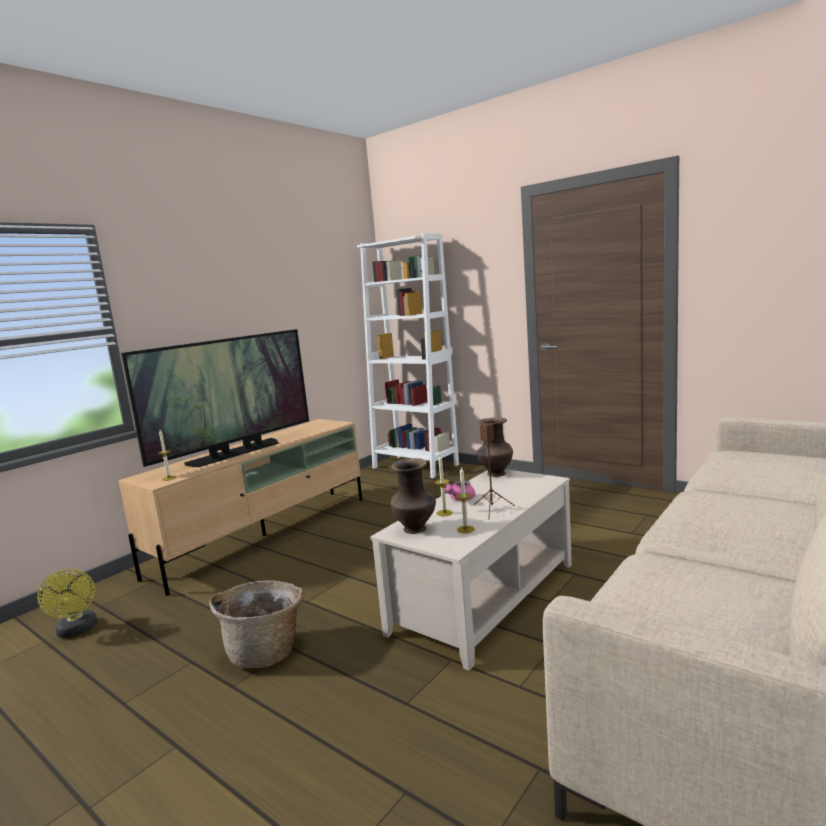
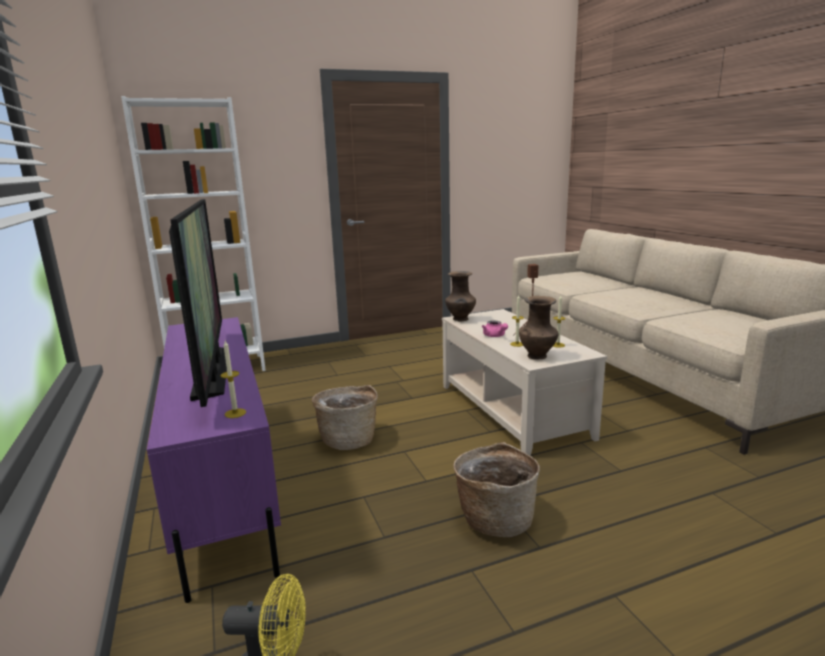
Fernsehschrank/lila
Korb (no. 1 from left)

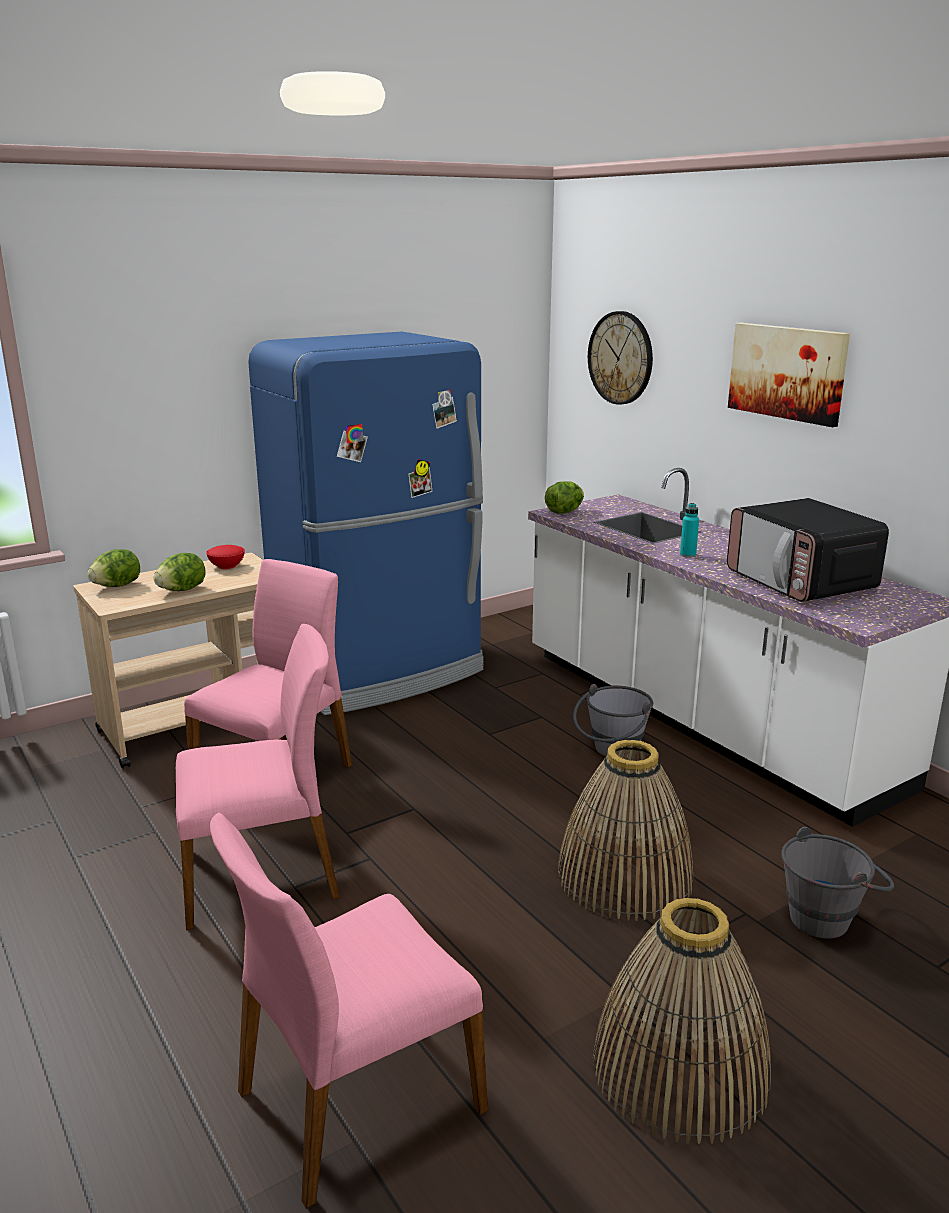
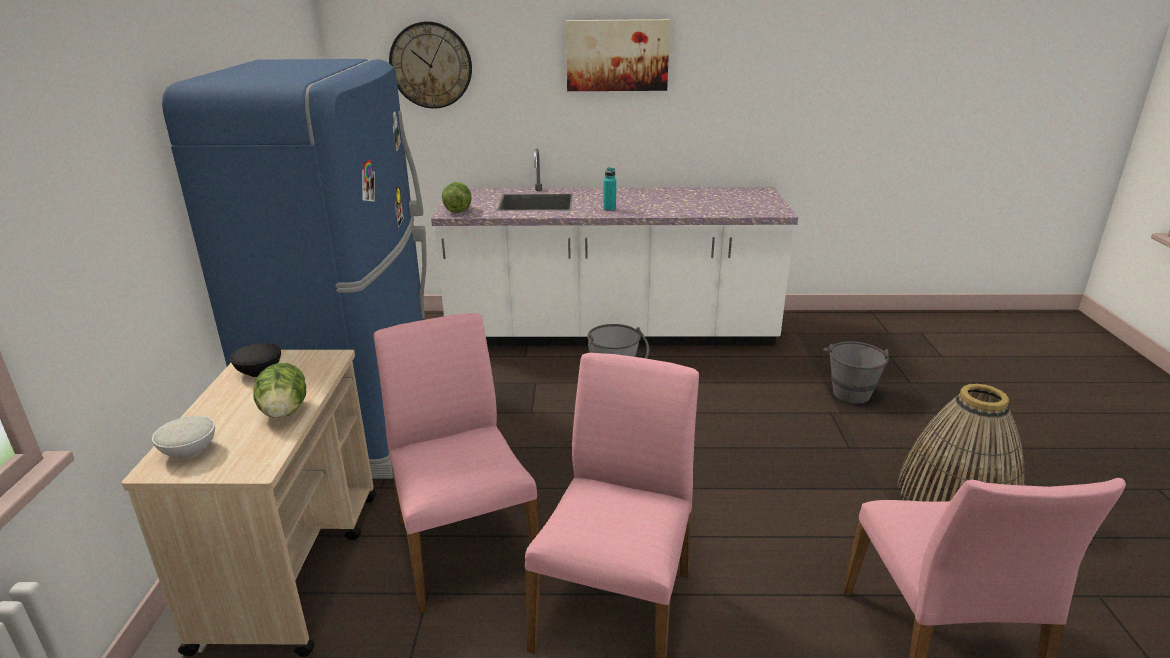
Mikrowelle
Schüssel/schwarz
Schüssel/weiß
Korb (no. 1 from left in the first image)

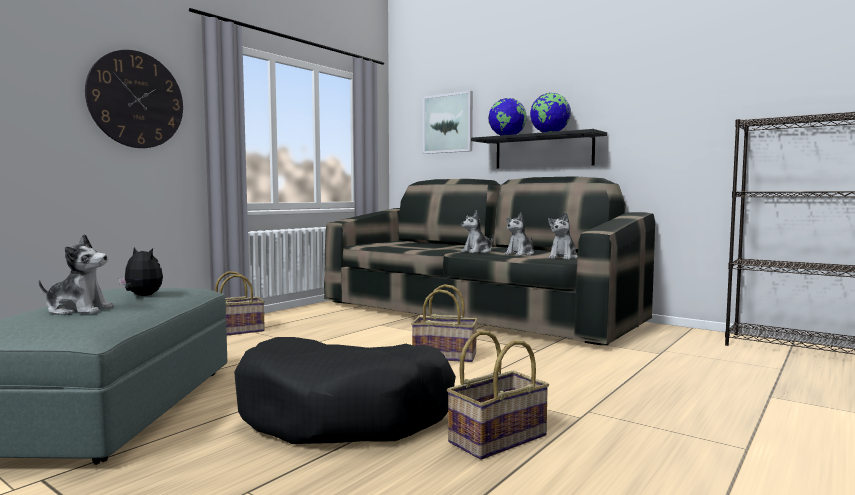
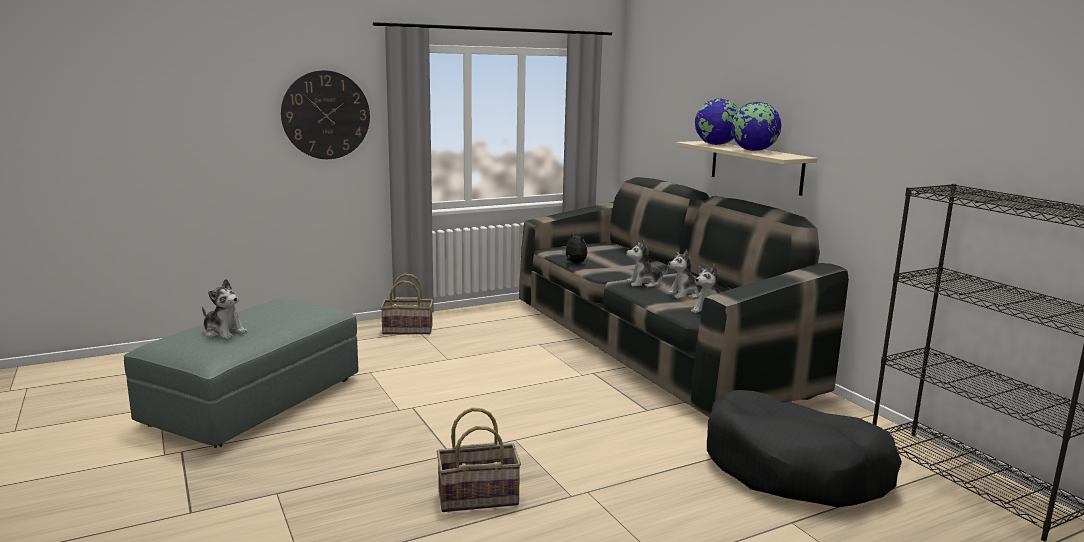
Bild
Wandregal/beige
Plüschtier (no. 2 from left)
Korb (no. 2 from left in the first image)
Hundebett/schwarz

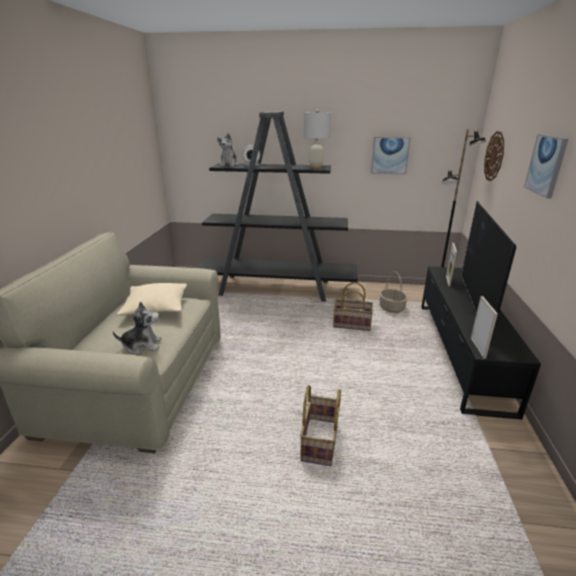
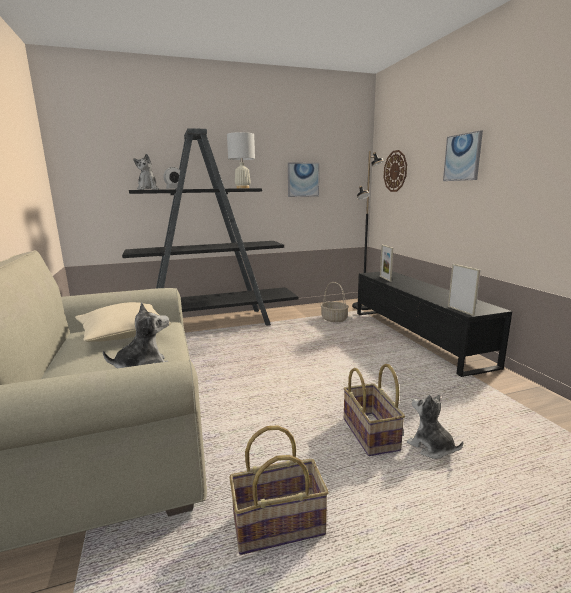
Fernseher
Korb (no. 1 from left)
Plüschtier (no. 3 from left)

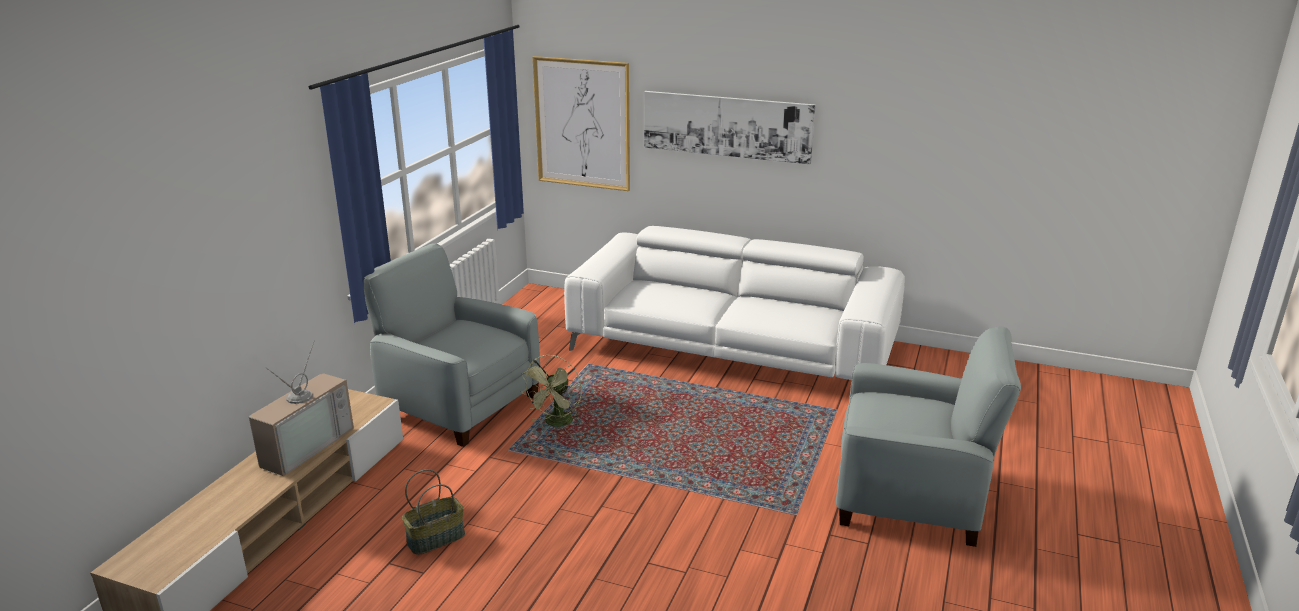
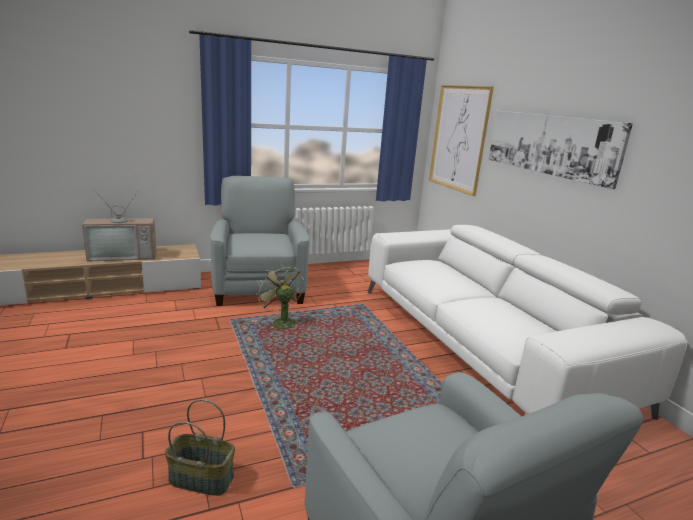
Ventilator/grün
Korb

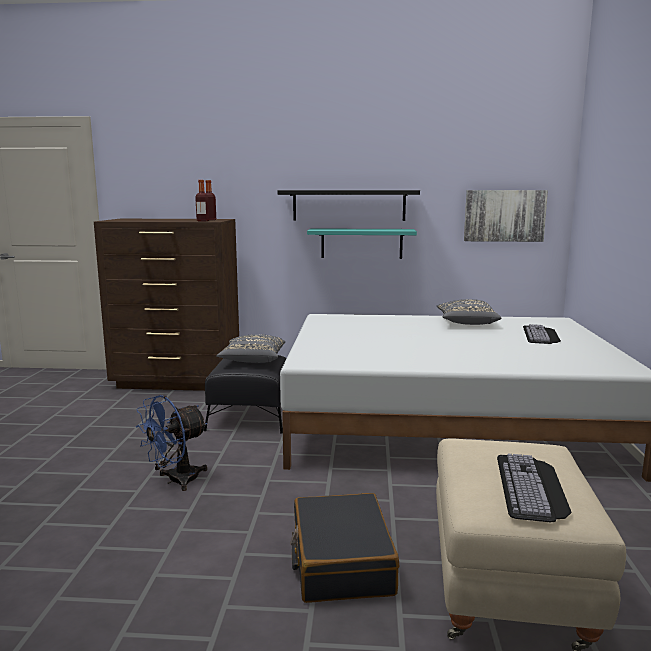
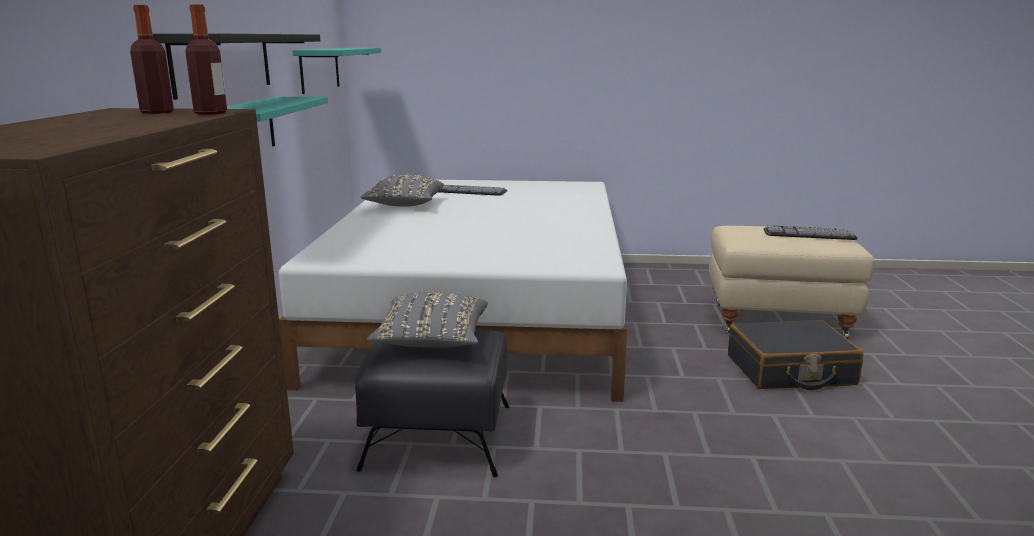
Wandregal/türkis (no. 2 from left)
Ventilator/blau

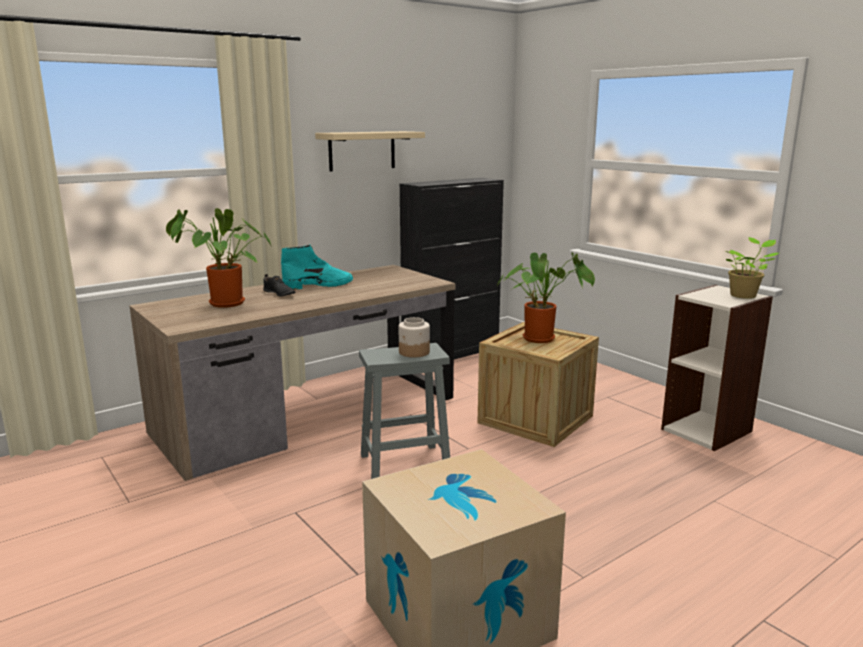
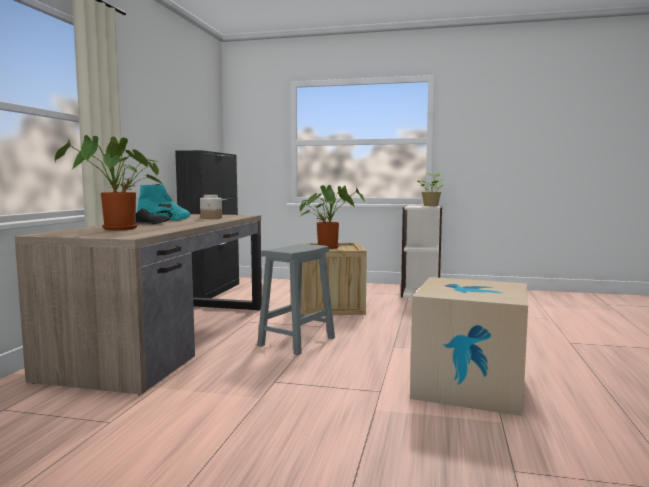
Wandregal/beige
Vorratsglas

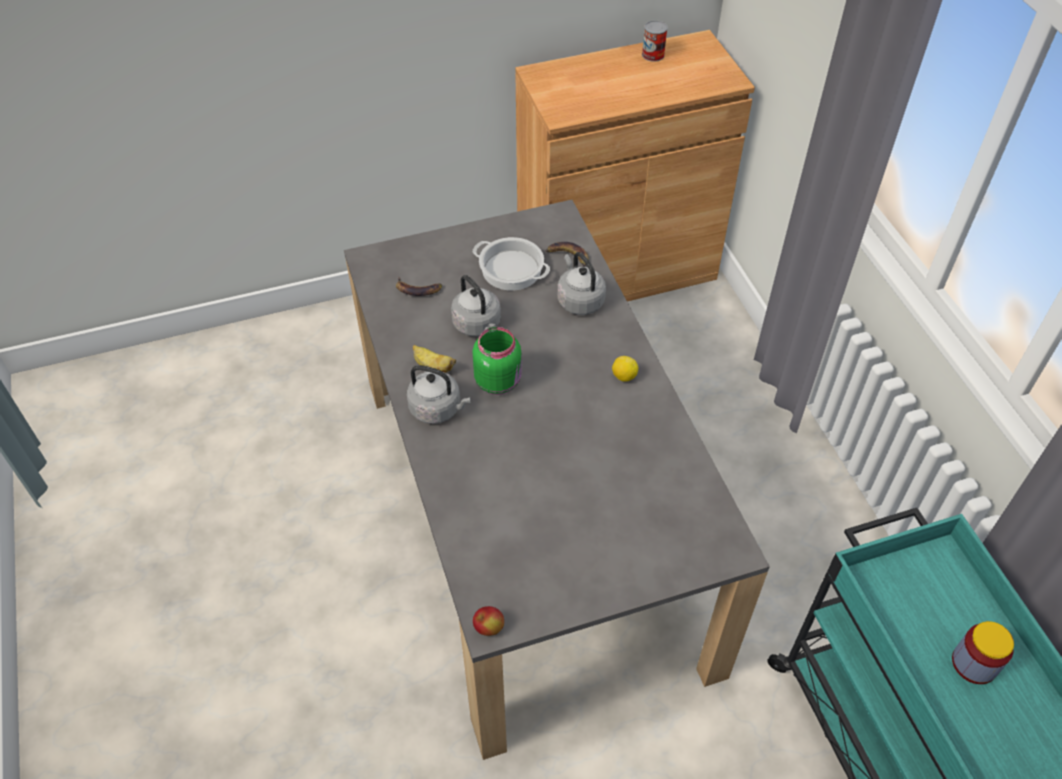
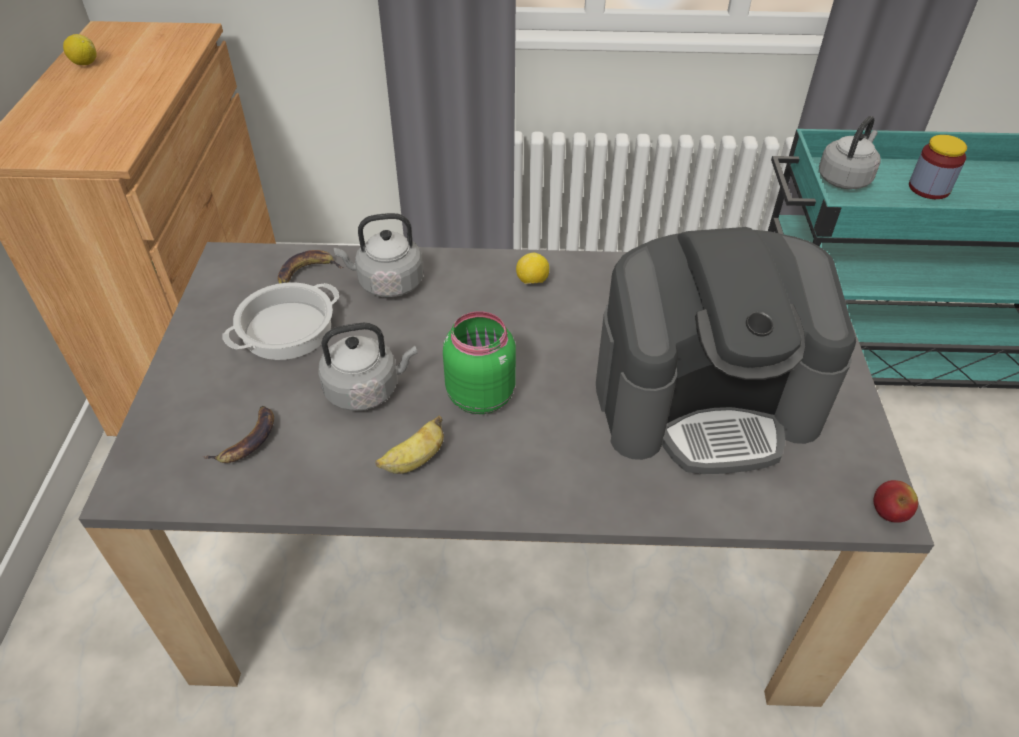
Zitrone (no. 1 from left)
Wasserkessel/grau (no. 3 from left)
Kaffeemaschine

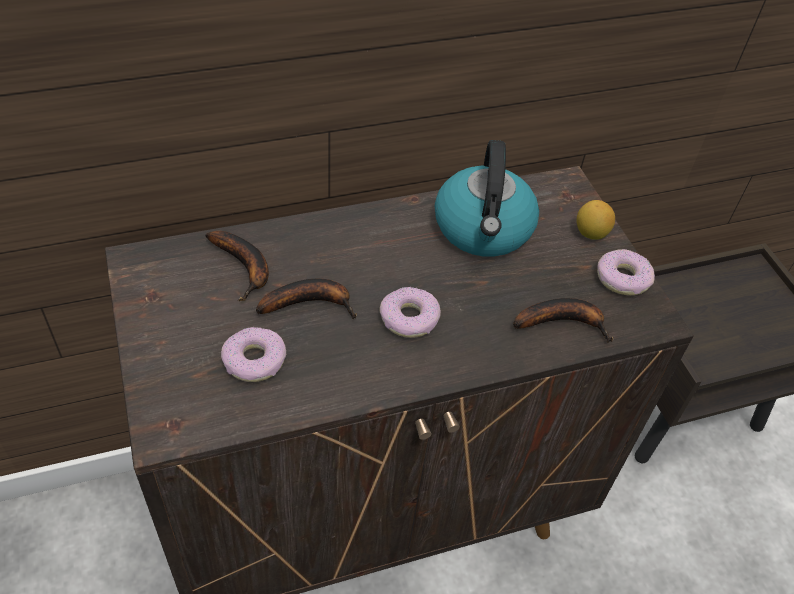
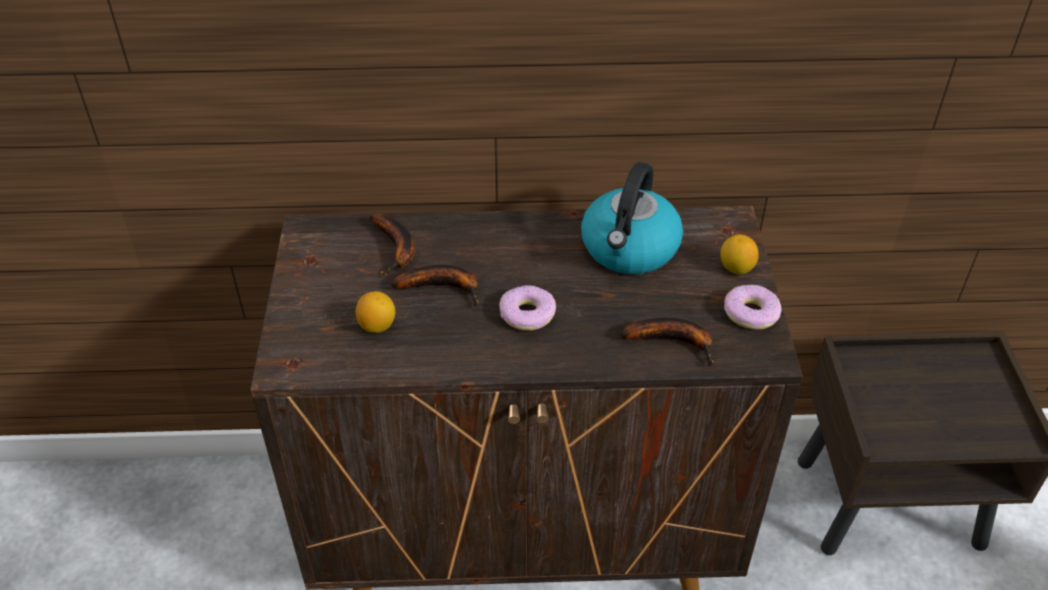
Zitrone (no. 1 from left)

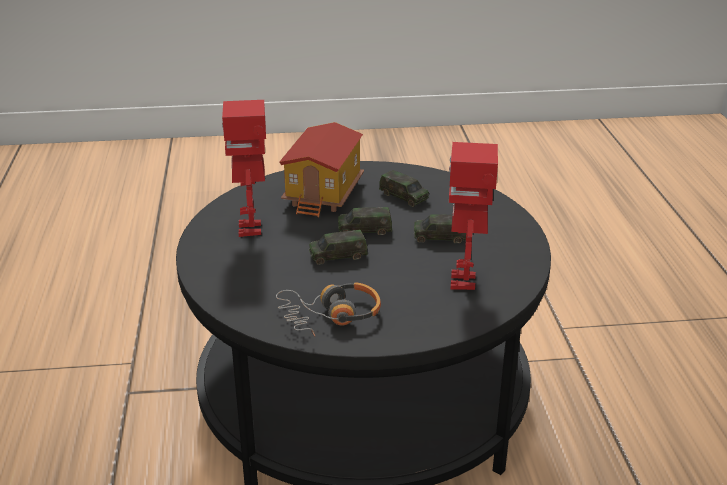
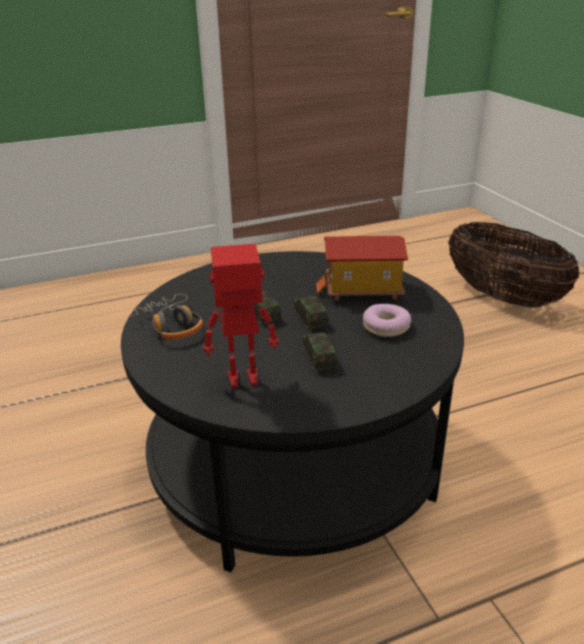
Spielzeugroboter (no. 1 from left in the first image)
Donut
Korb

